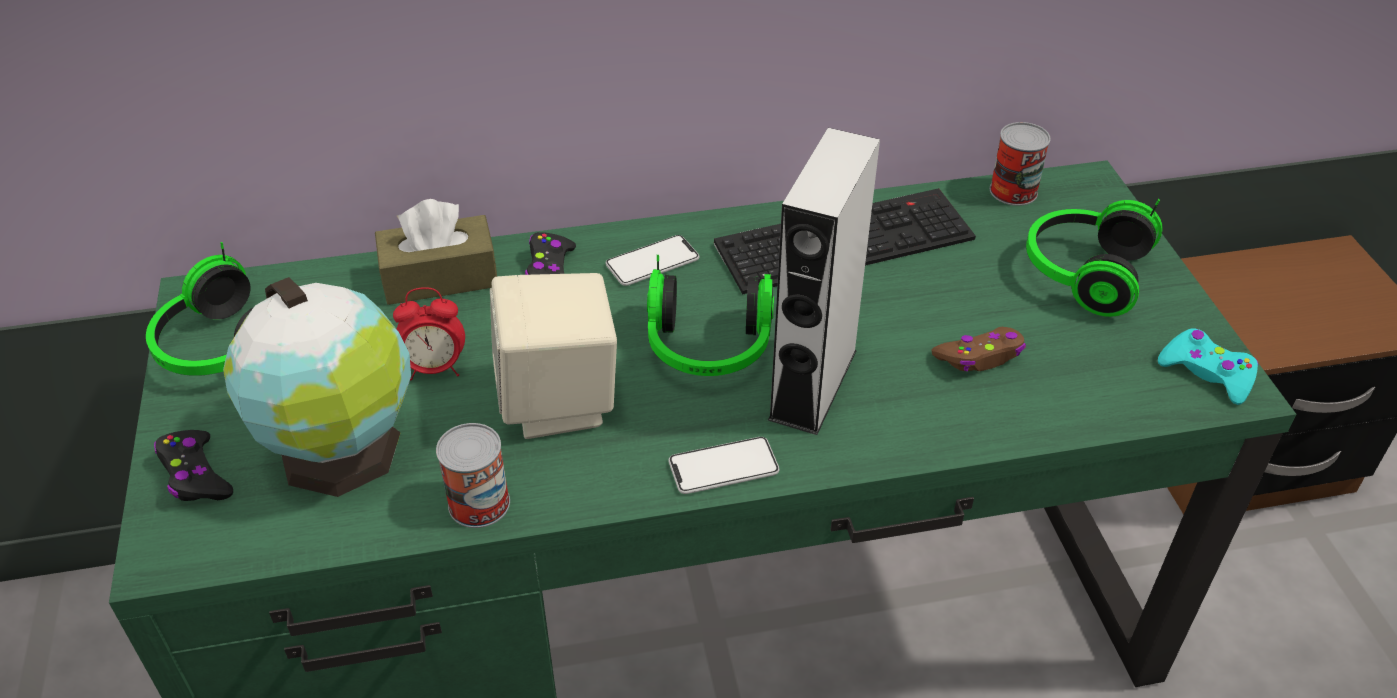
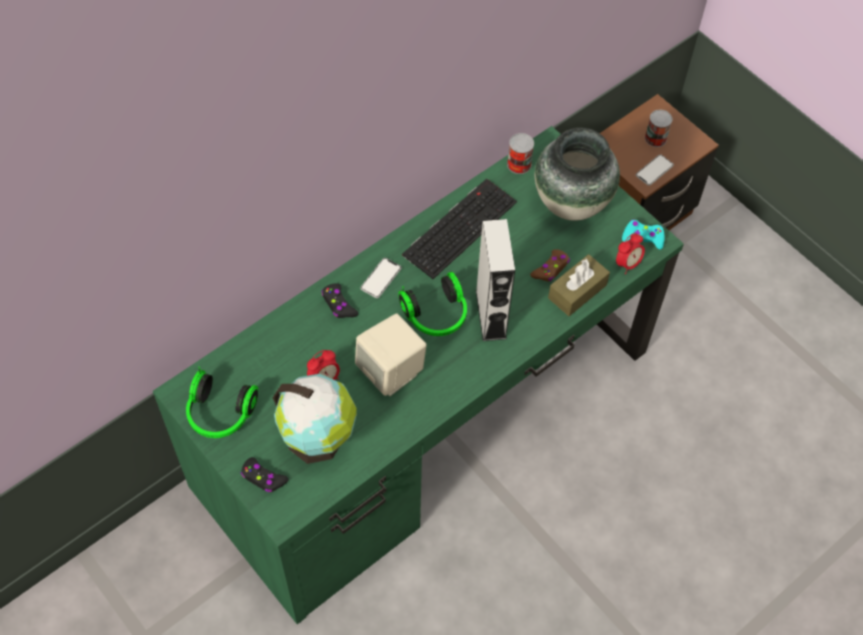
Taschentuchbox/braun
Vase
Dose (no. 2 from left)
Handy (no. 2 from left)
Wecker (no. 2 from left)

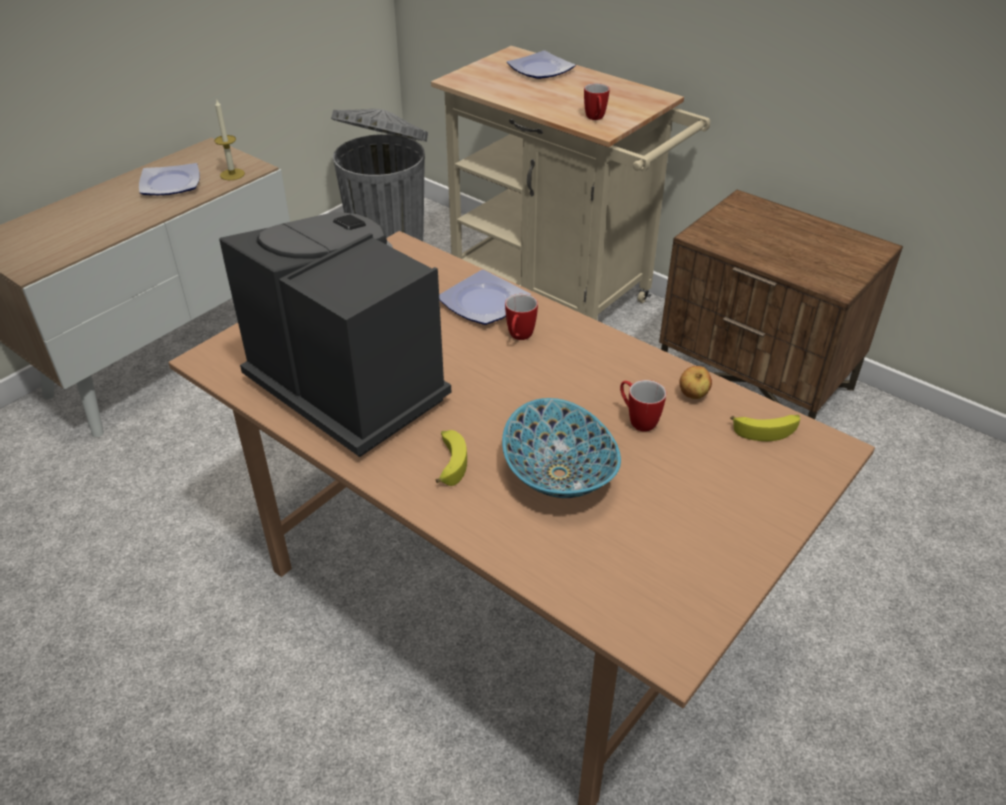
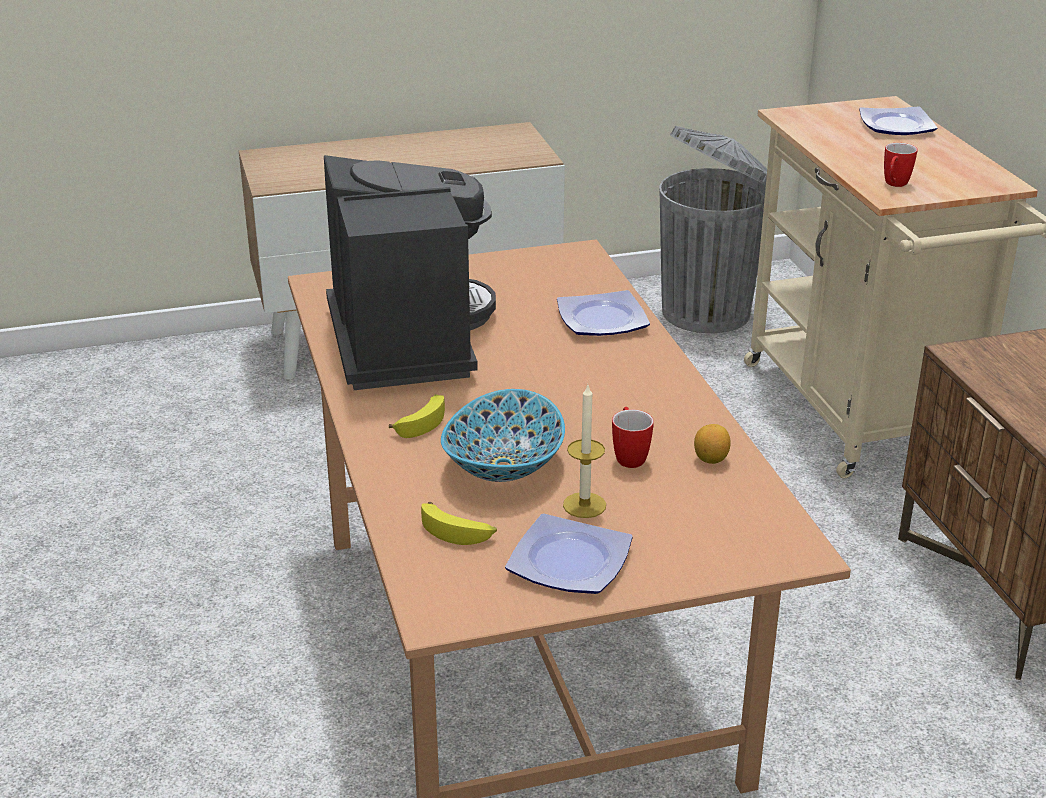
Kerze
Teller (no. 1 from left)
Henkelbecher (no. 1 from left in the first image)
Zitrone
Banane (no. 2 from left)

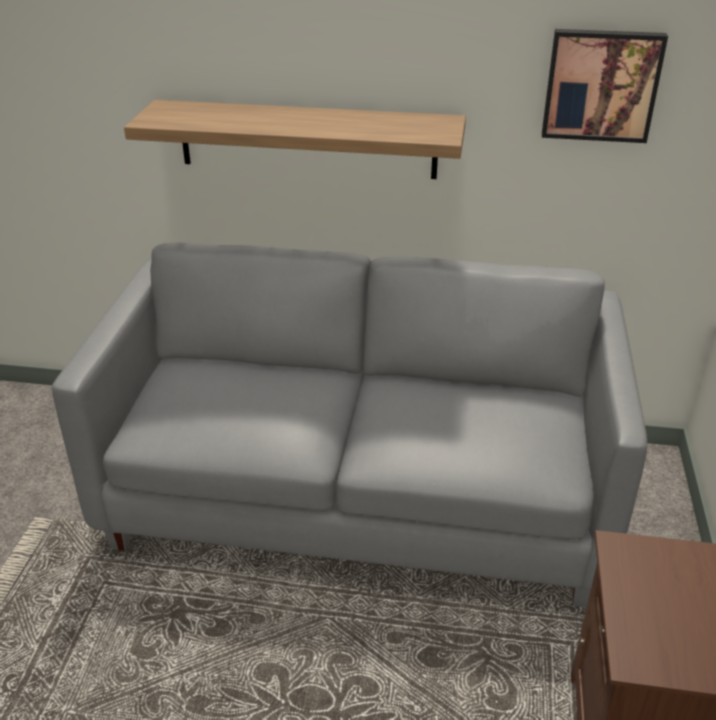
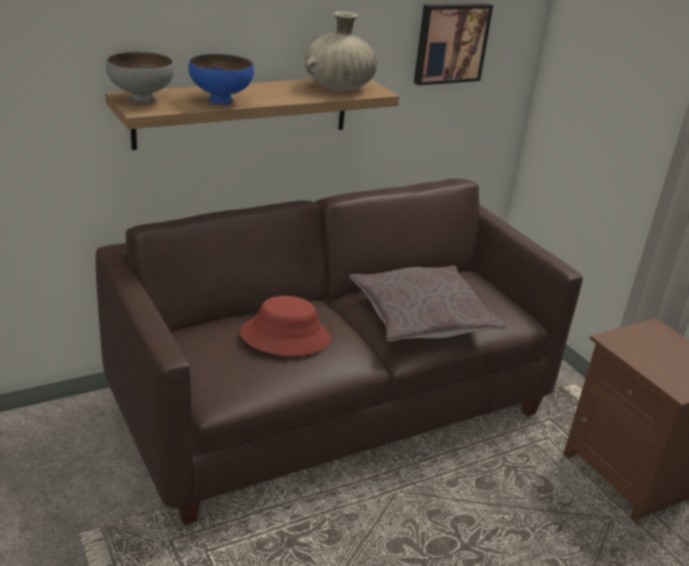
Sofa/braun
Vase/beige
Schüssel/grau
Schüssel/blau
Kissen/grau
Hut/rot

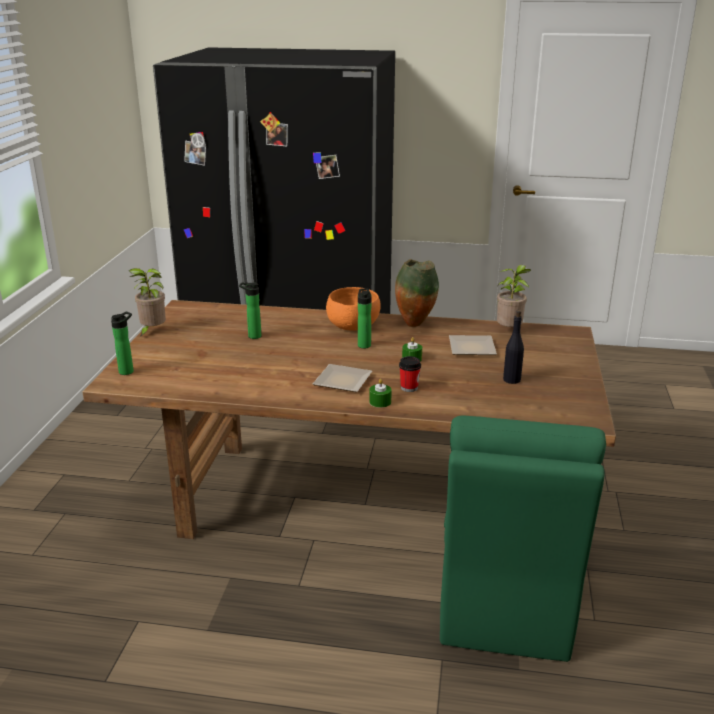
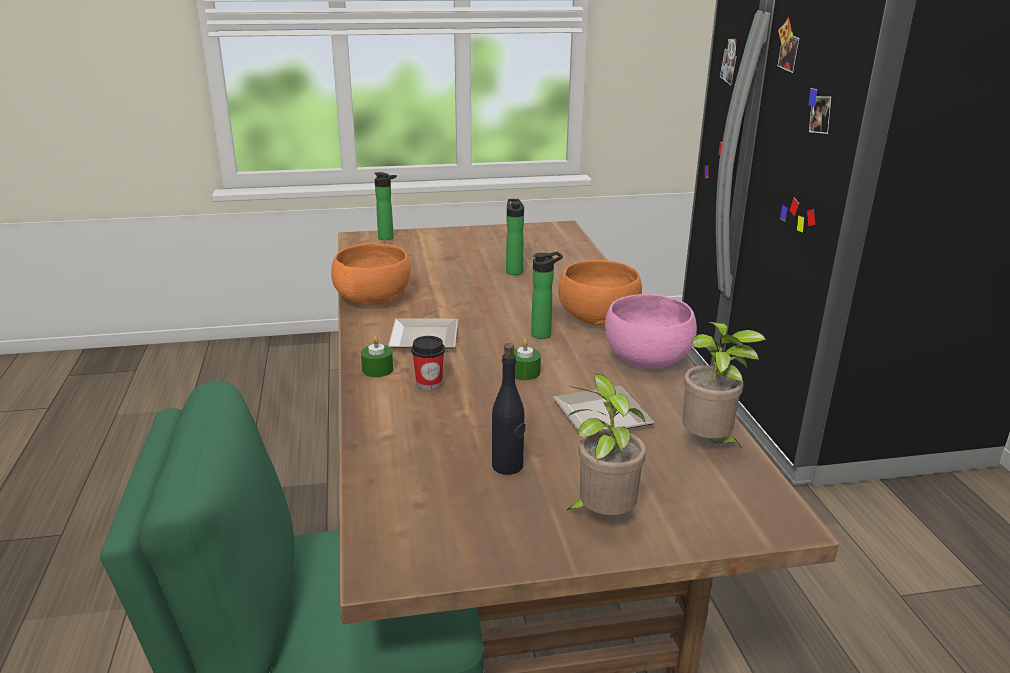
Schüssel/rosa
Topfpflanze (no. 1 from left)
Schüssel/orange (no. 1 from left)

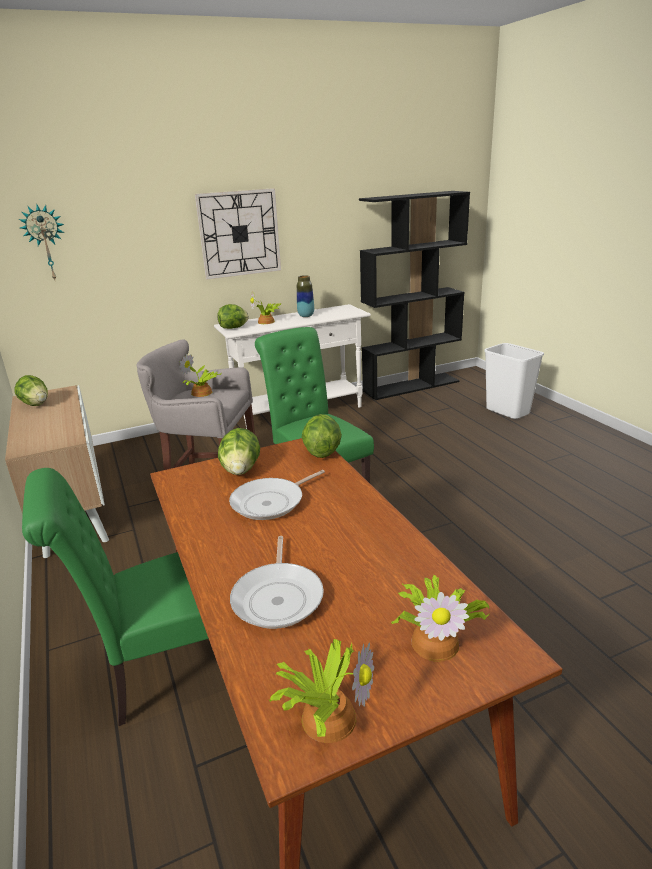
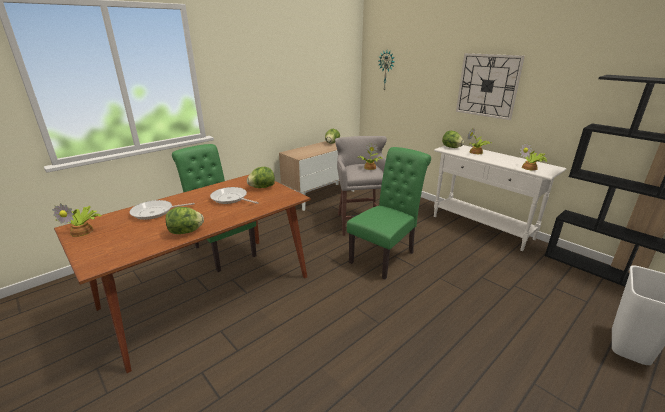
Vase
Salatkopf (no. 1 from left)
Topfpflanze (no. 4 from left)

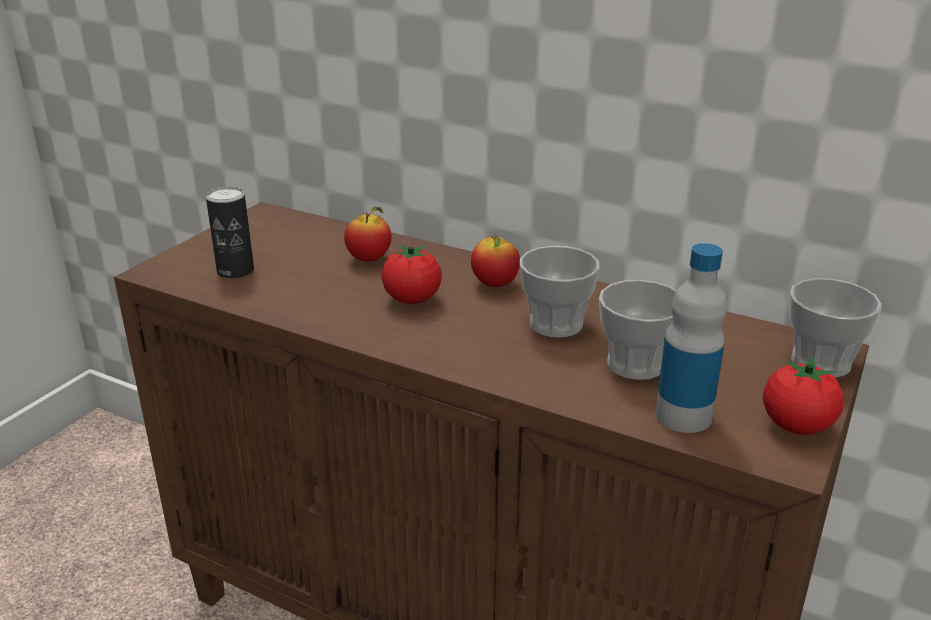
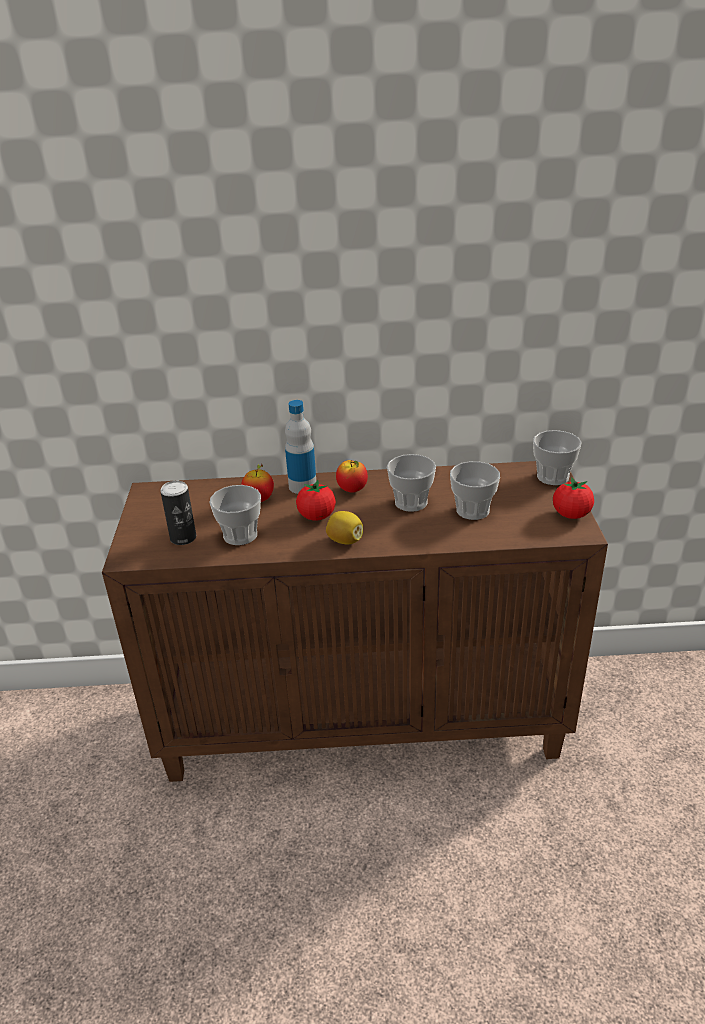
Flasche
Tasse (no. 1 from left)
Zitrone

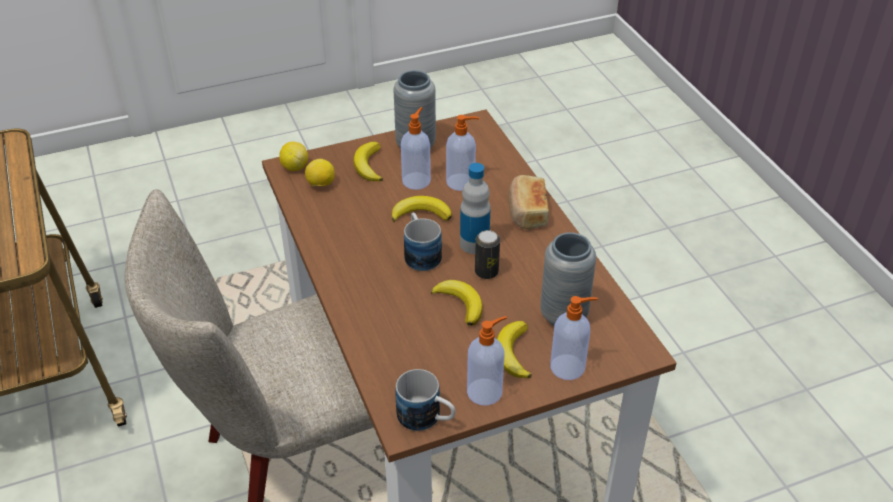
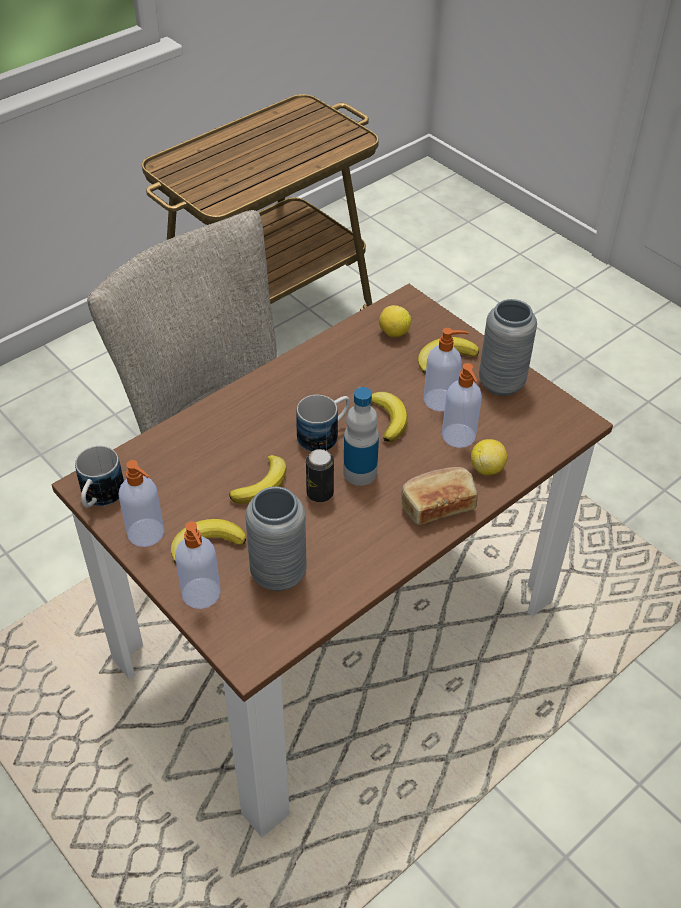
Zitrone (no. 2 from left)

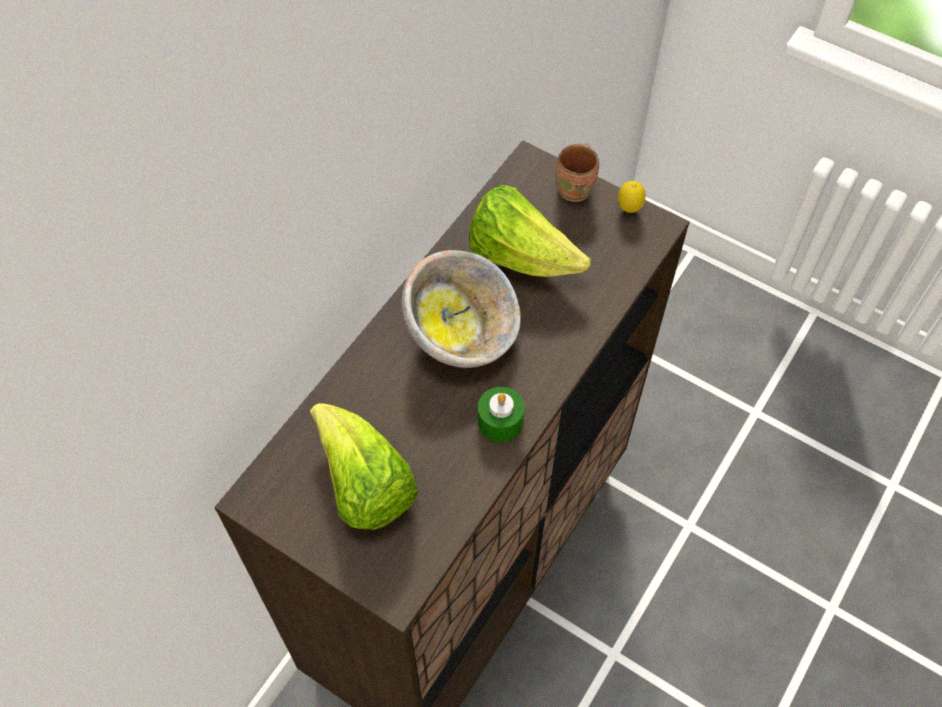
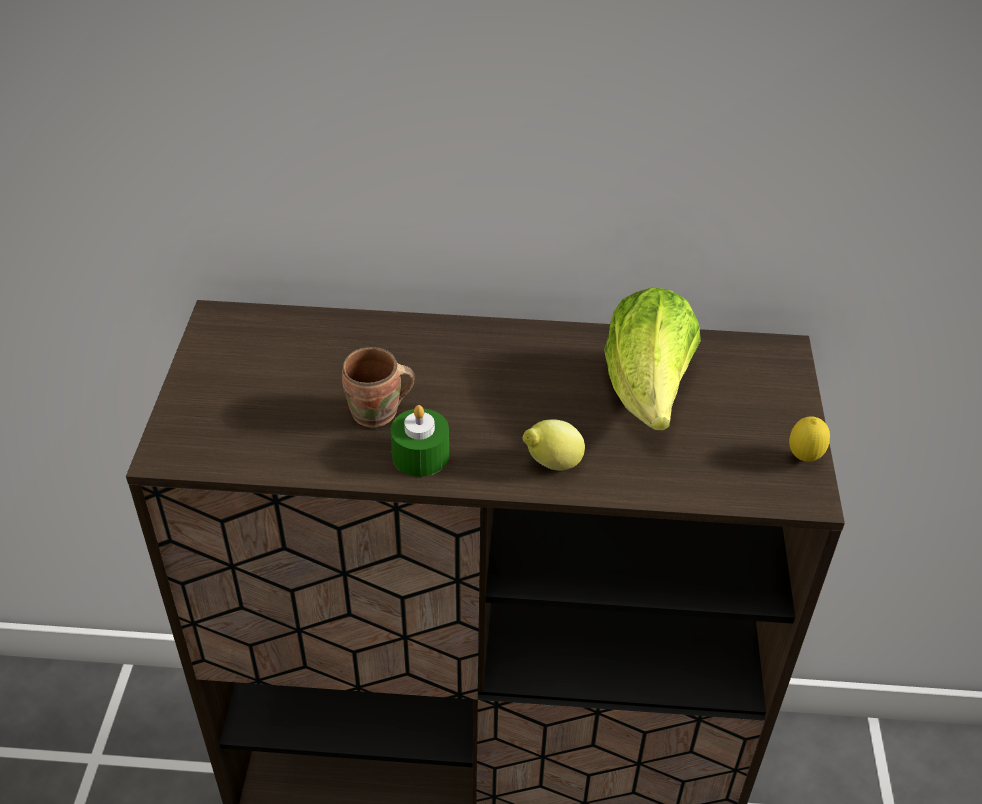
Henkelbecher/braun
Schüssel
Salatkopf (no. 1 from left in the first image)
Zitrone (no. 1 from left)

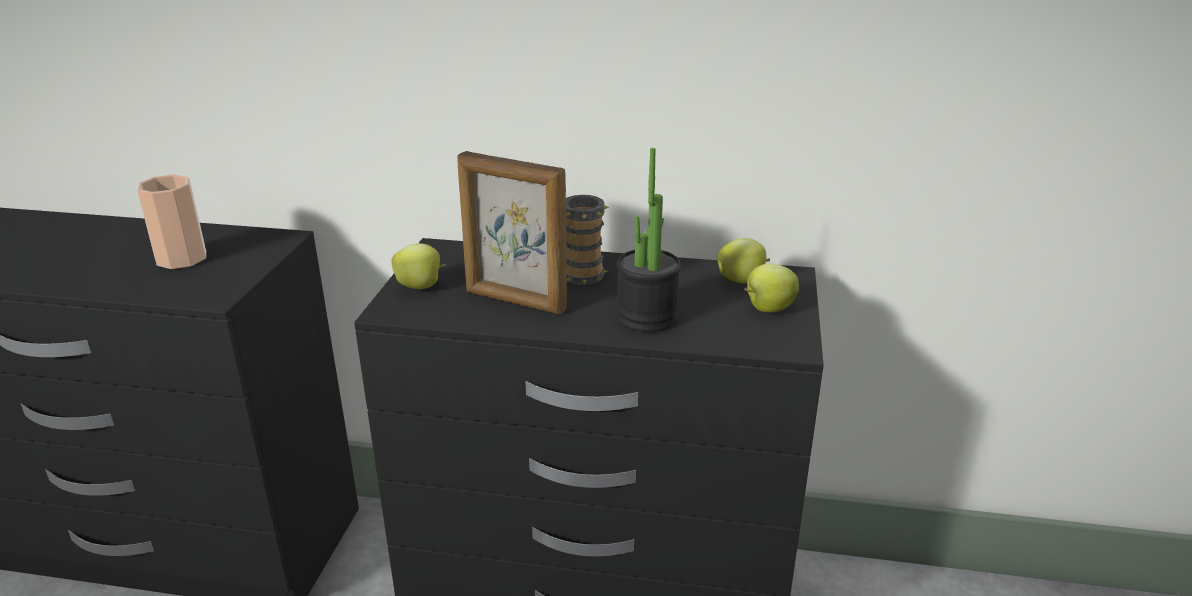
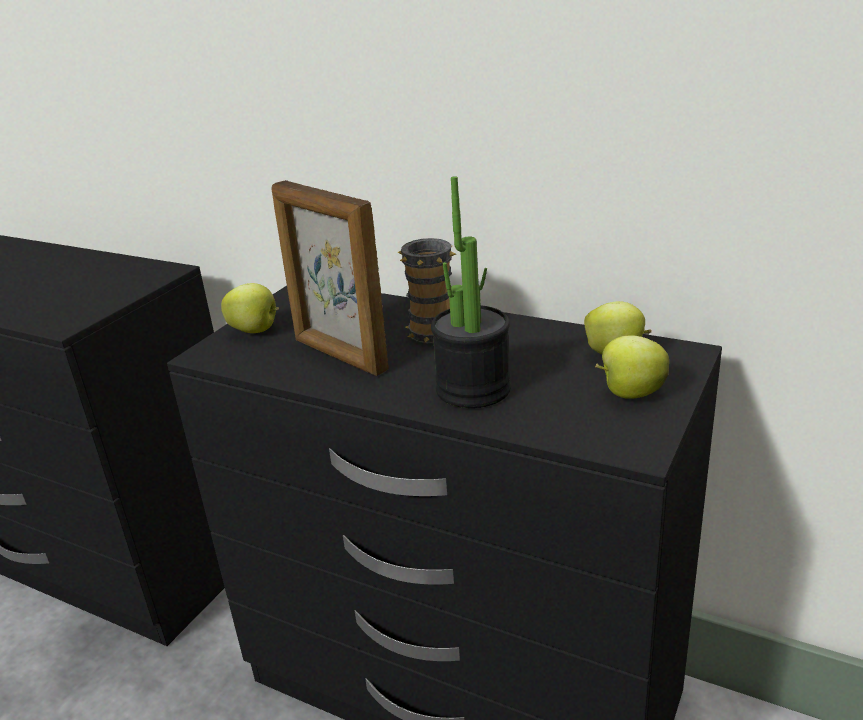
Tasse

